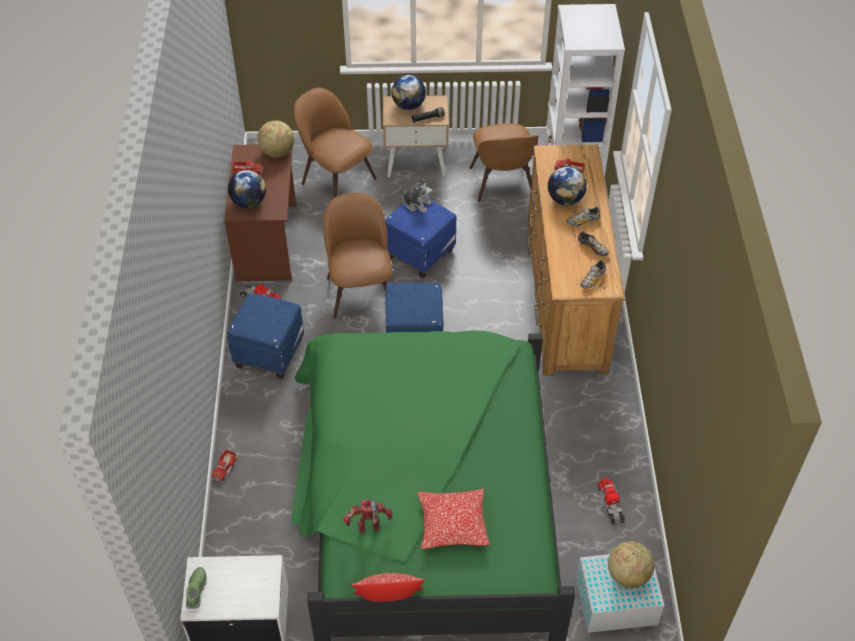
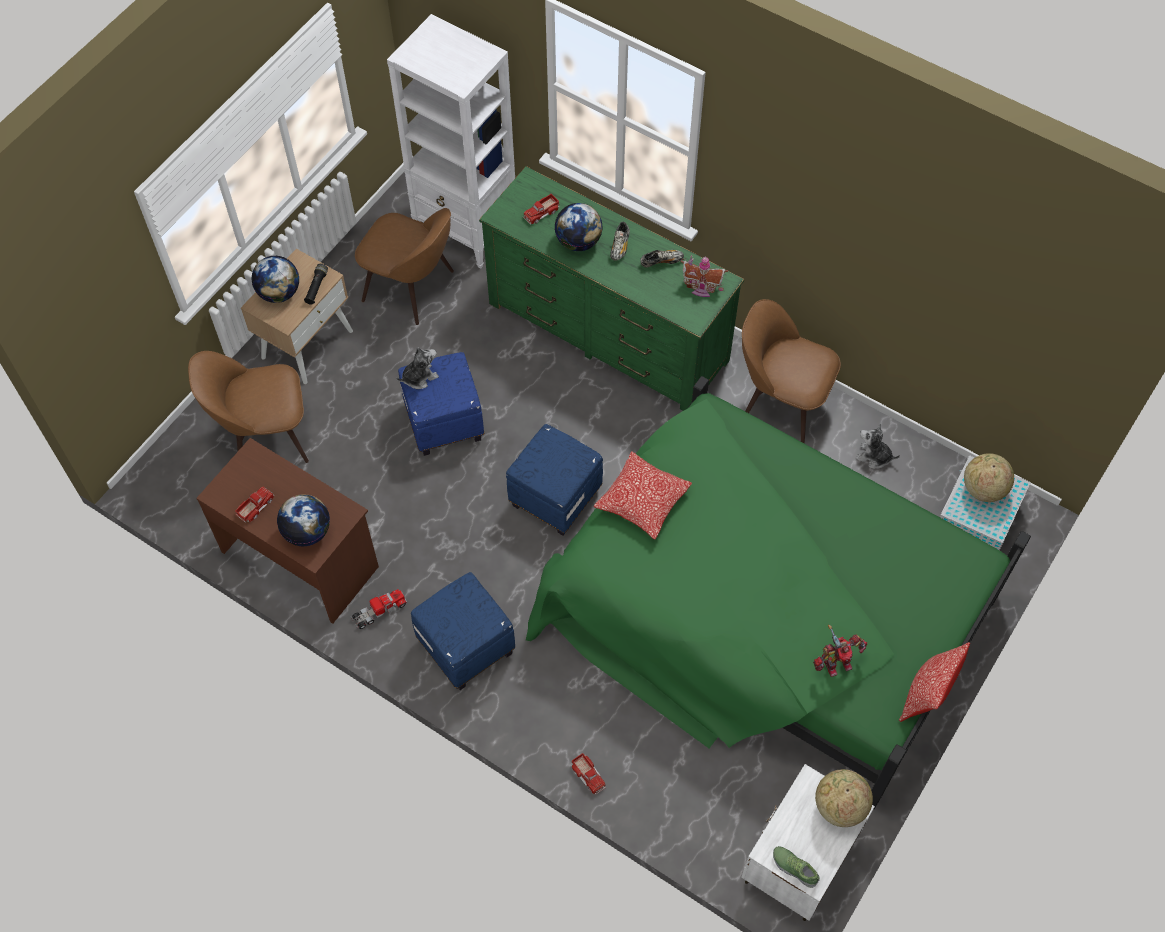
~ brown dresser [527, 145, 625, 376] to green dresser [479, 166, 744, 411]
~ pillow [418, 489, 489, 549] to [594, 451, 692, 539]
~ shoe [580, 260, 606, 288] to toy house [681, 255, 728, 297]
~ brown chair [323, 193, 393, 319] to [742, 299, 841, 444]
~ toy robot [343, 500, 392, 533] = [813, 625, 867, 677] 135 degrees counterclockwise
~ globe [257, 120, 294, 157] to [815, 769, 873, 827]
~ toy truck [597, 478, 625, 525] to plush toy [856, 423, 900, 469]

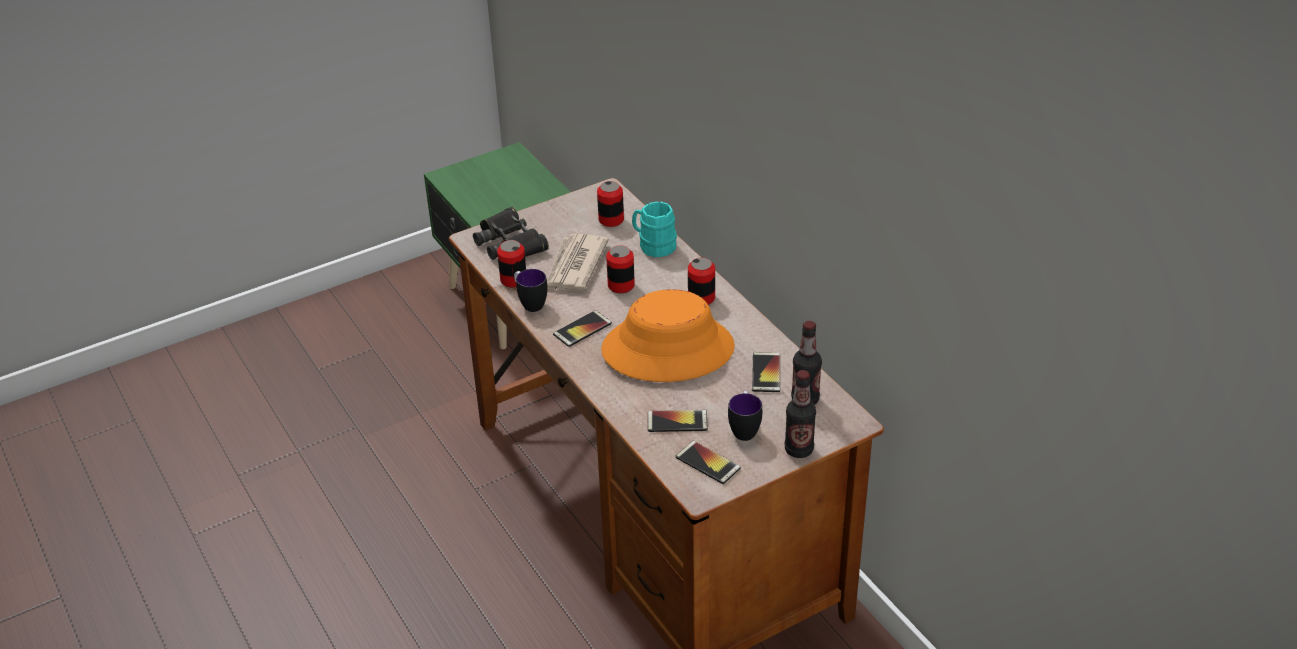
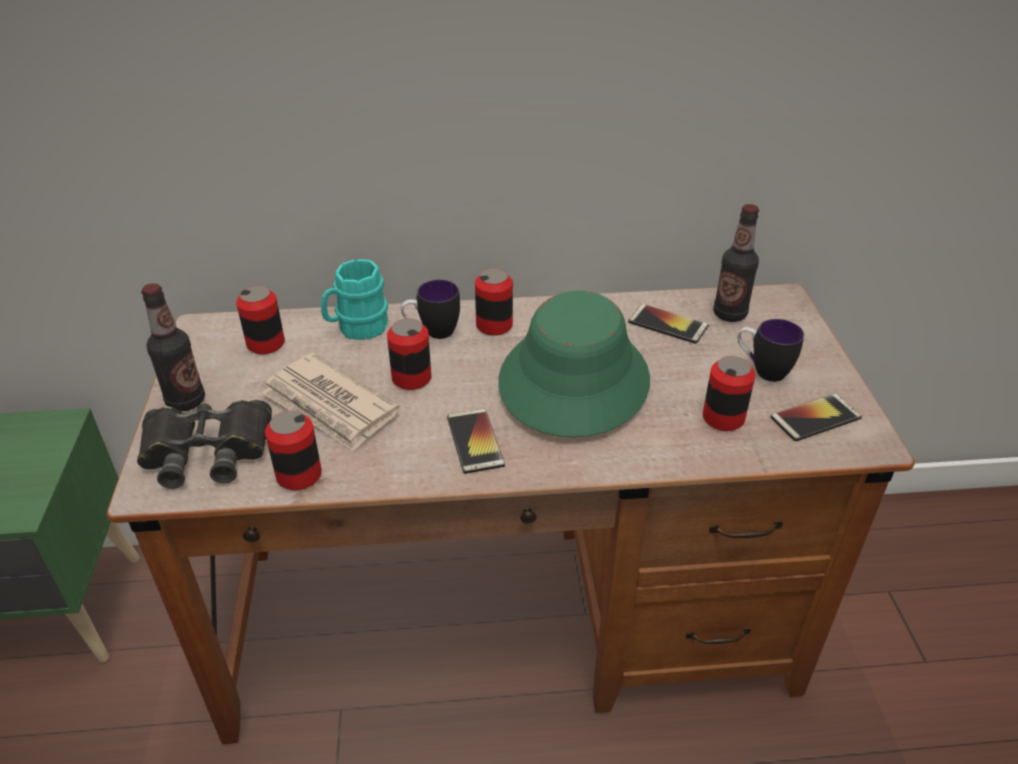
~ bottle [785, 370, 816, 458] to [141, 283, 205, 412]
~ mug [514, 269, 547, 312] to [401, 280, 460, 339]
~ orange hat [601, 289, 735, 382] to green hat [498, 290, 650, 437]
~ phone [648, 410, 708, 432] to can [703, 356, 755, 431]

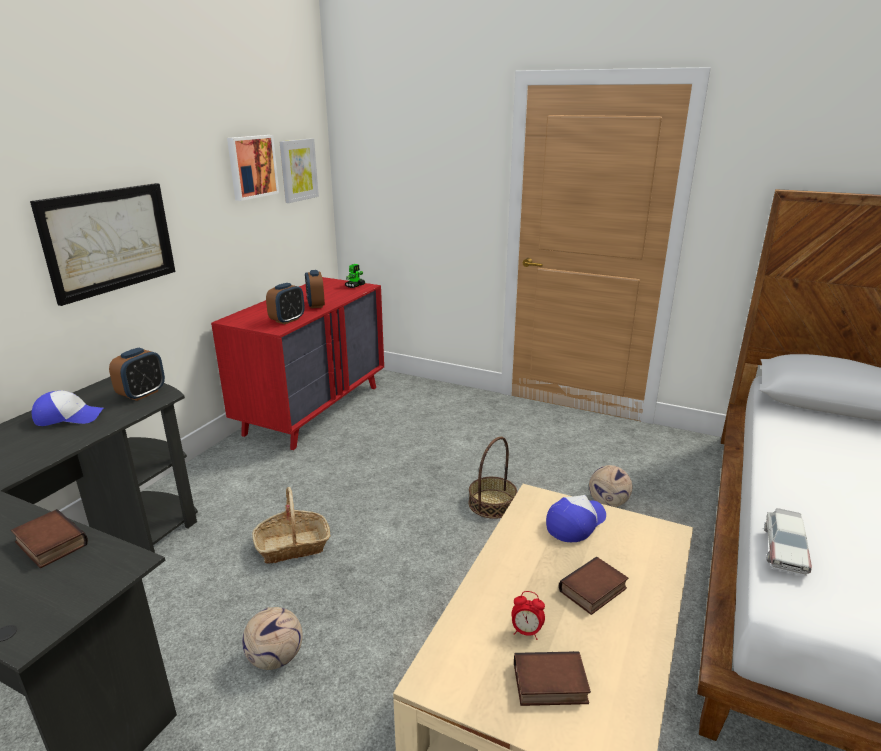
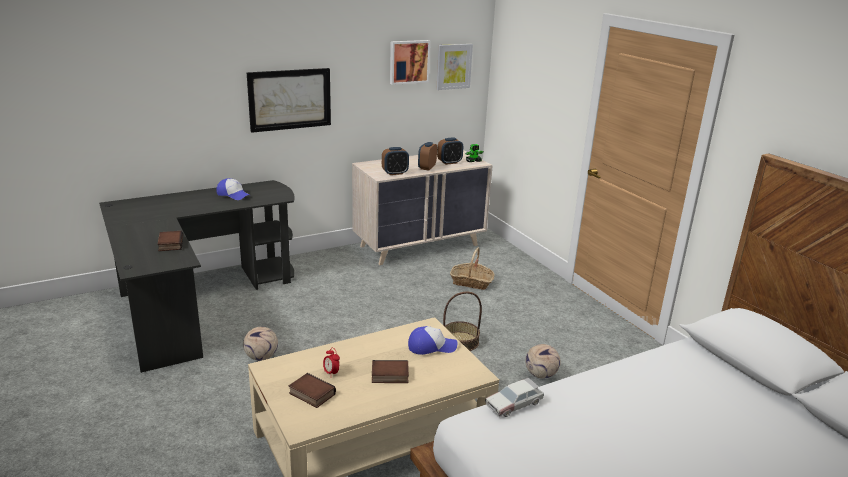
~ red dresser [211, 277, 384, 450] to beige dresser [352, 150, 493, 265]
~ alarm clock [109, 348, 165, 401] to [437, 138, 463, 165]
~ basket [252, 487, 331, 564] to [450, 247, 495, 290]

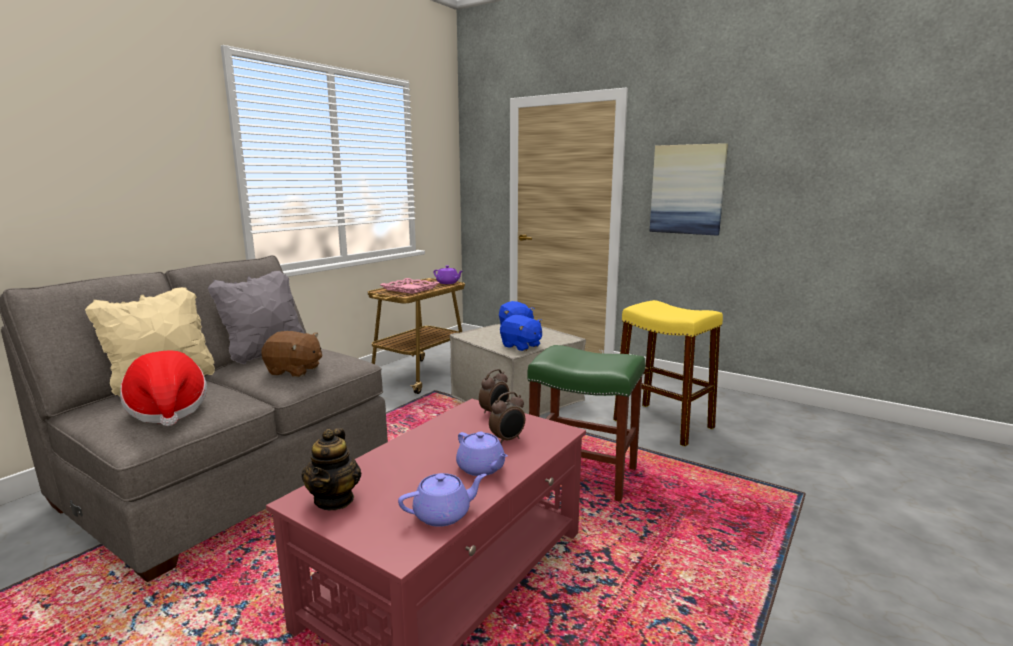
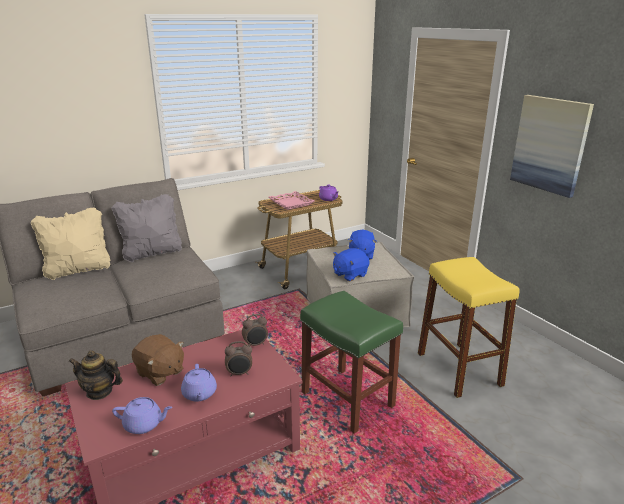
~ teapot [301, 428, 361, 510] = [69, 350, 123, 400] 75 degrees clockwise
~ brown plush toy [261, 331, 322, 377] to [132, 334, 184, 386]
~ blue plush toy [500, 315, 542, 351] = [333, 248, 370, 281] 75 degrees clockwise
- hat [120, 350, 207, 426]

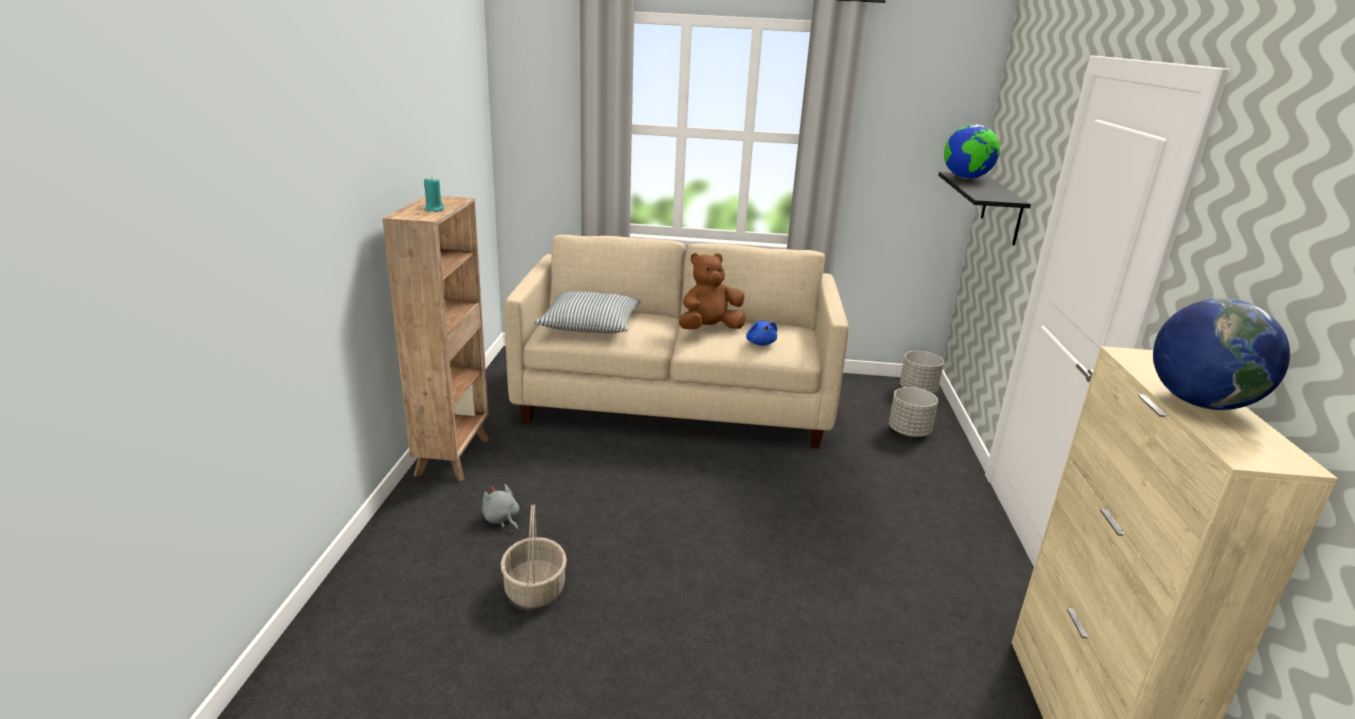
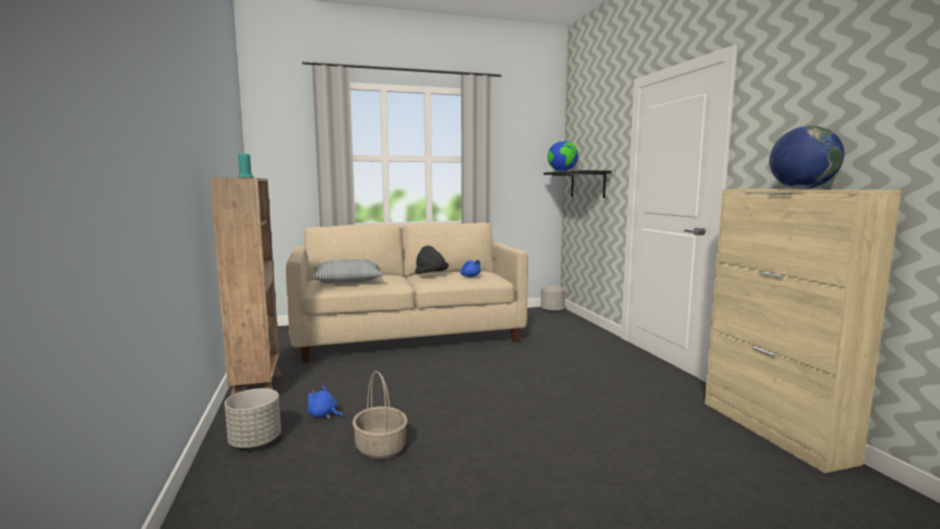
~ grey planter [889, 387, 938, 437] to [224, 388, 281, 448]
~ grey plush toy [482, 484, 519, 531] to blue plush toy [307, 386, 343, 419]
~ brown plush toy [679, 253, 746, 329] to black hat [415, 246, 449, 274]

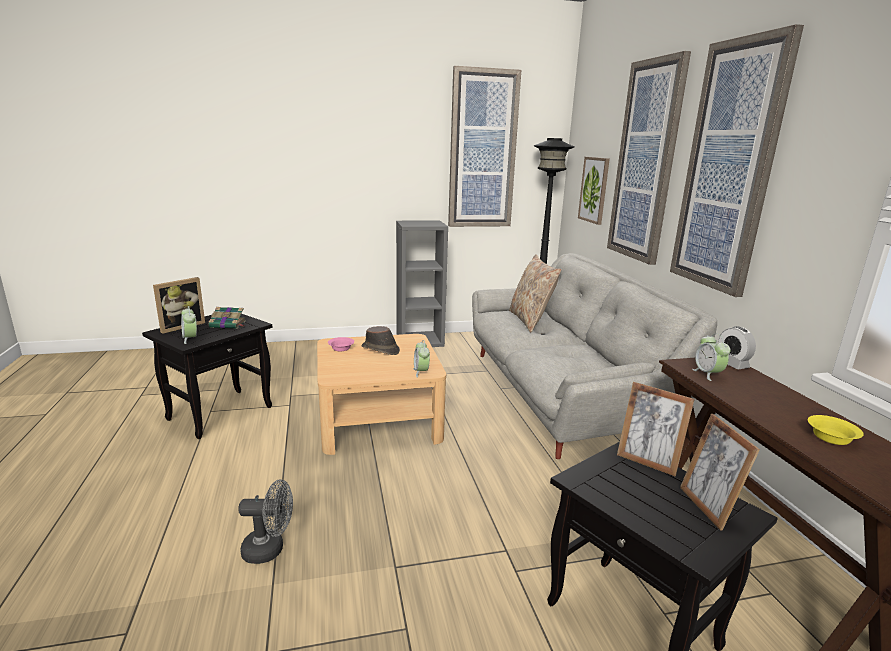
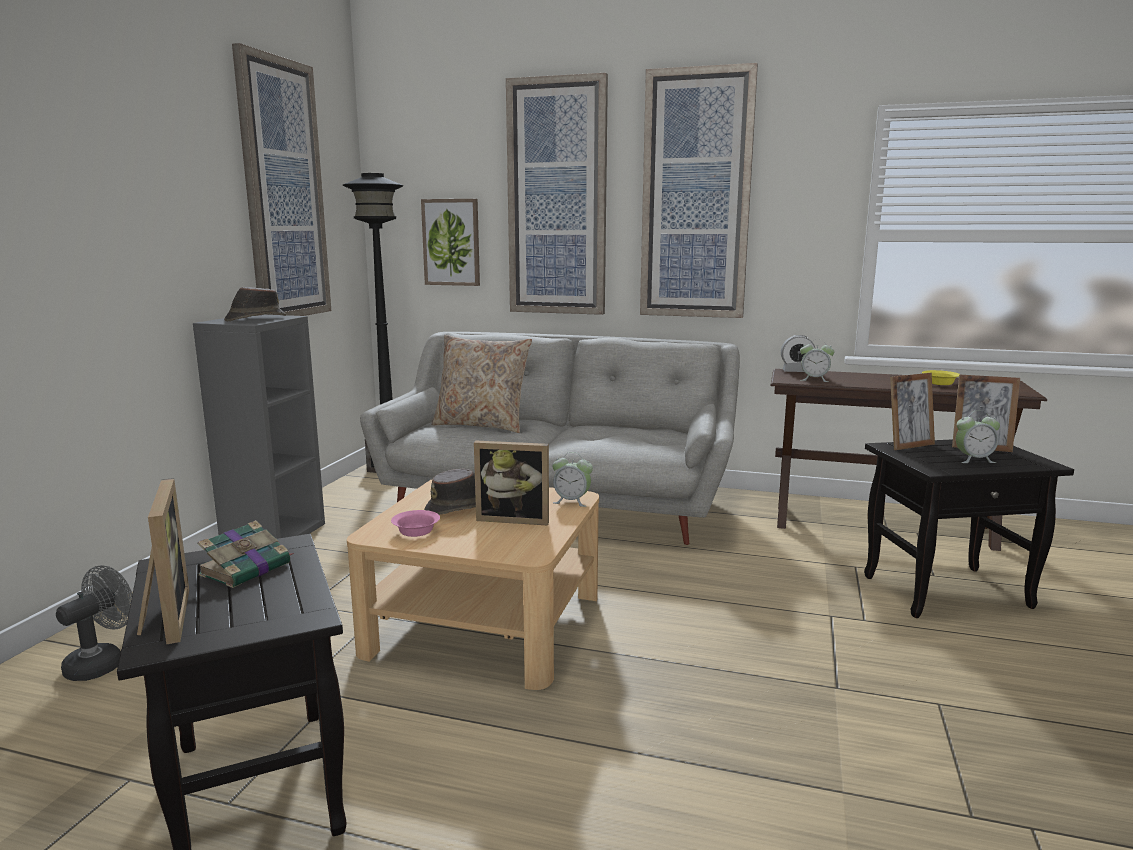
~ grey fan [238, 479, 293, 564] to [56, 565, 132, 681]
+ brown hat [224, 287, 286, 321]
+ picture frame [474, 441, 549, 526]
~ alarm clock [181, 306, 197, 344] to [956, 410, 1000, 463]

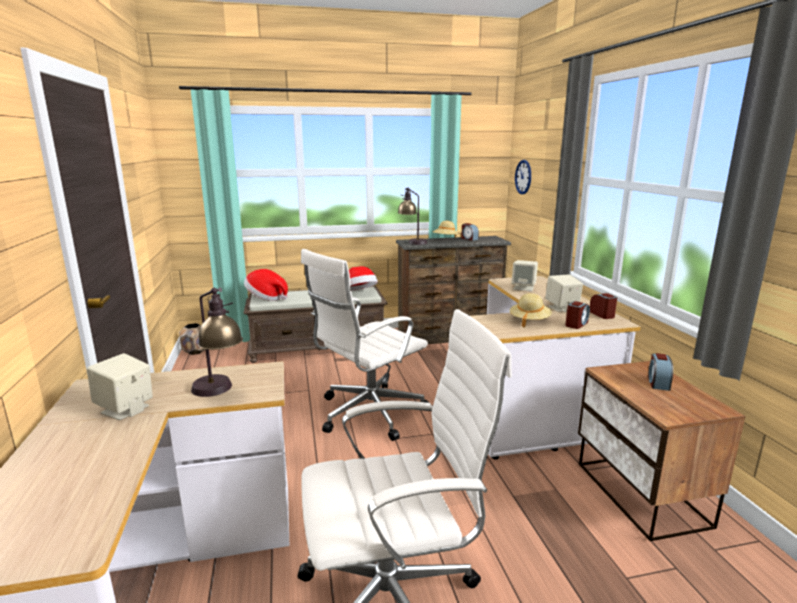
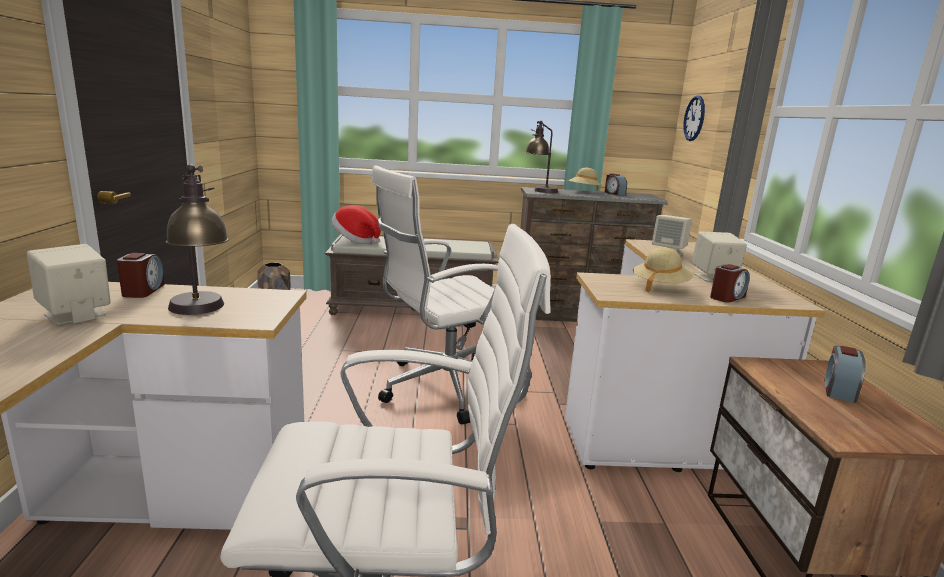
~ alarm clock [590, 293, 617, 319] to [117, 253, 165, 298]
- hat [349, 266, 378, 291]

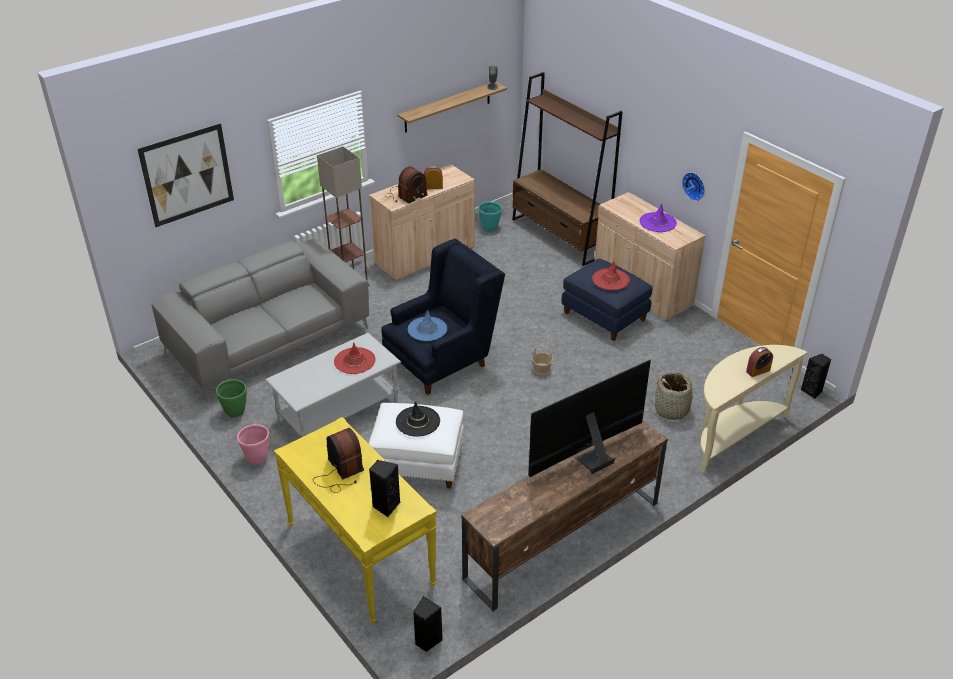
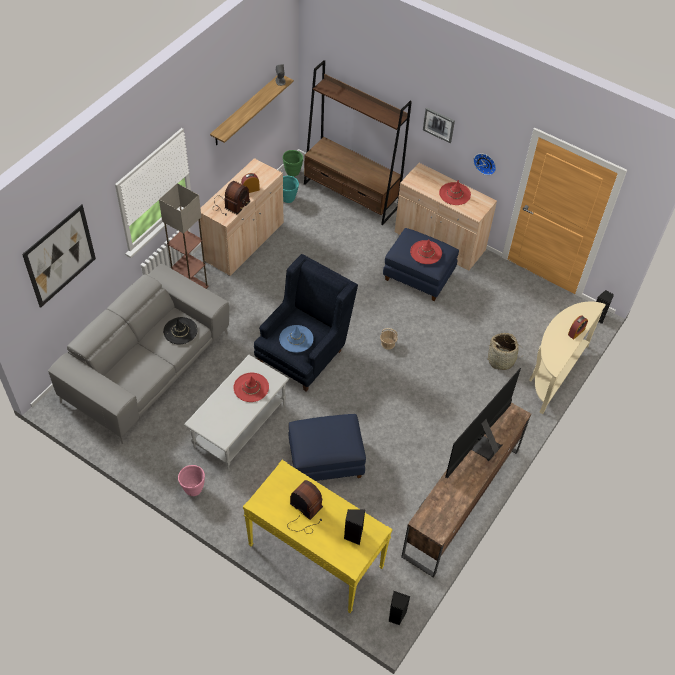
~ black hat [396, 402, 440, 437] to [163, 317, 198, 344]
~ green planter [216, 379, 247, 417] to [283, 150, 303, 177]
~ white ottoman [369, 403, 464, 488] to blue ottoman [289, 414, 366, 481]
+ picture [423, 108, 455, 143]
~ purple hat [640, 203, 677, 232] to red hat [439, 180, 471, 205]

